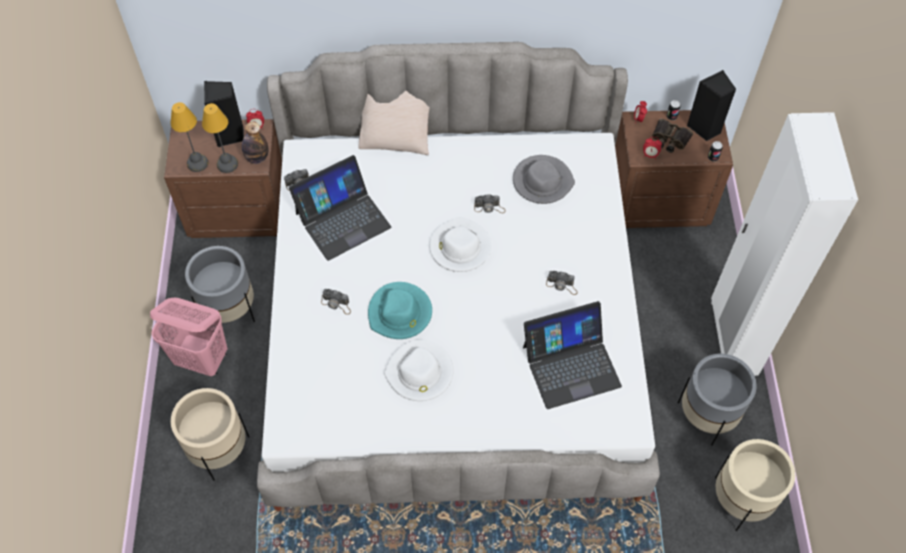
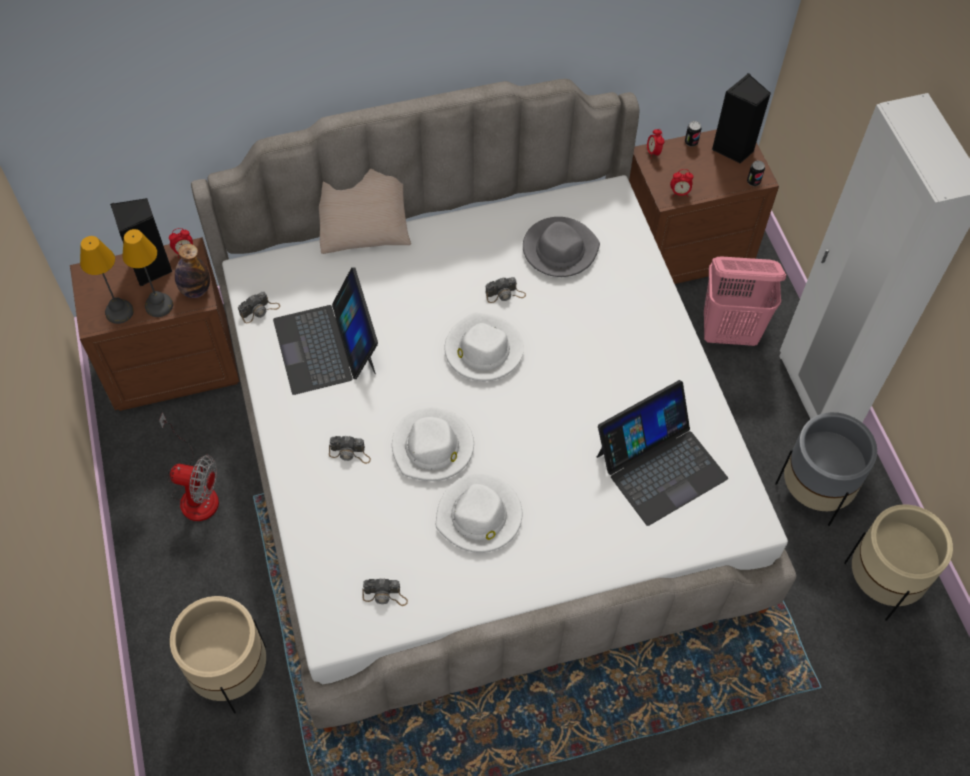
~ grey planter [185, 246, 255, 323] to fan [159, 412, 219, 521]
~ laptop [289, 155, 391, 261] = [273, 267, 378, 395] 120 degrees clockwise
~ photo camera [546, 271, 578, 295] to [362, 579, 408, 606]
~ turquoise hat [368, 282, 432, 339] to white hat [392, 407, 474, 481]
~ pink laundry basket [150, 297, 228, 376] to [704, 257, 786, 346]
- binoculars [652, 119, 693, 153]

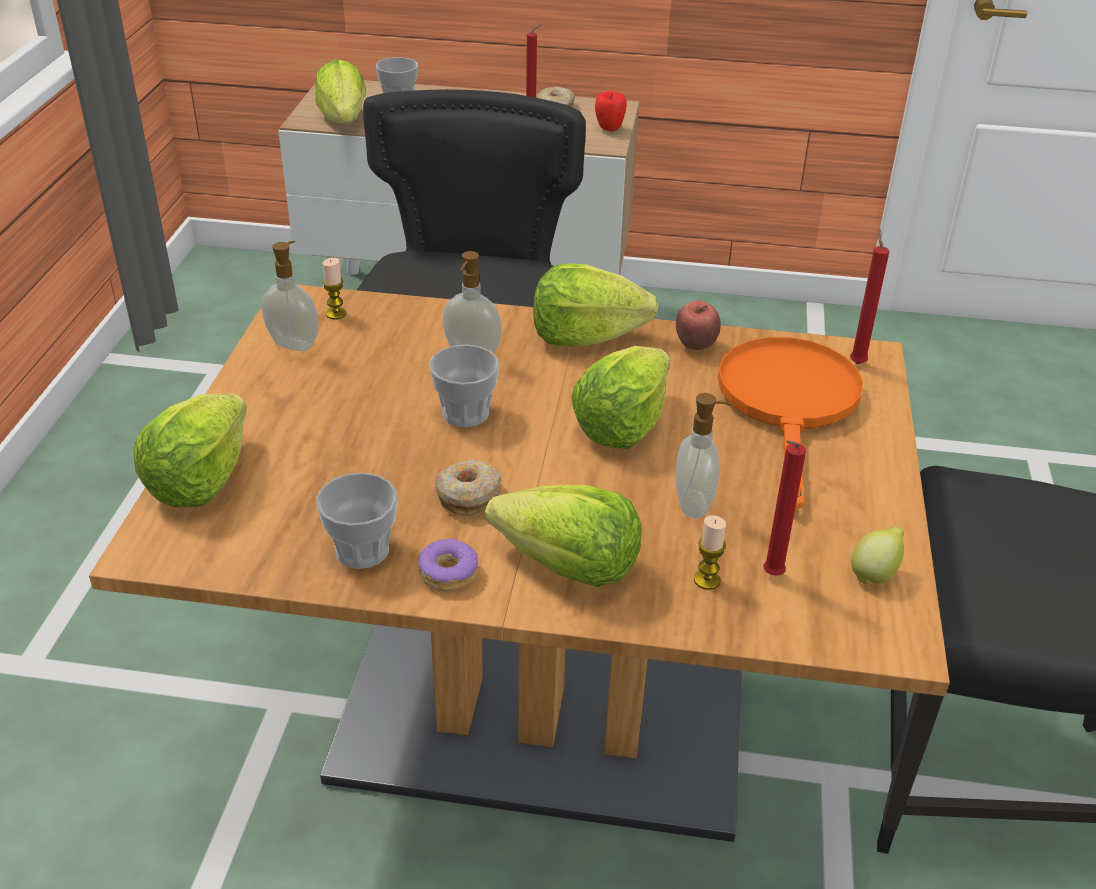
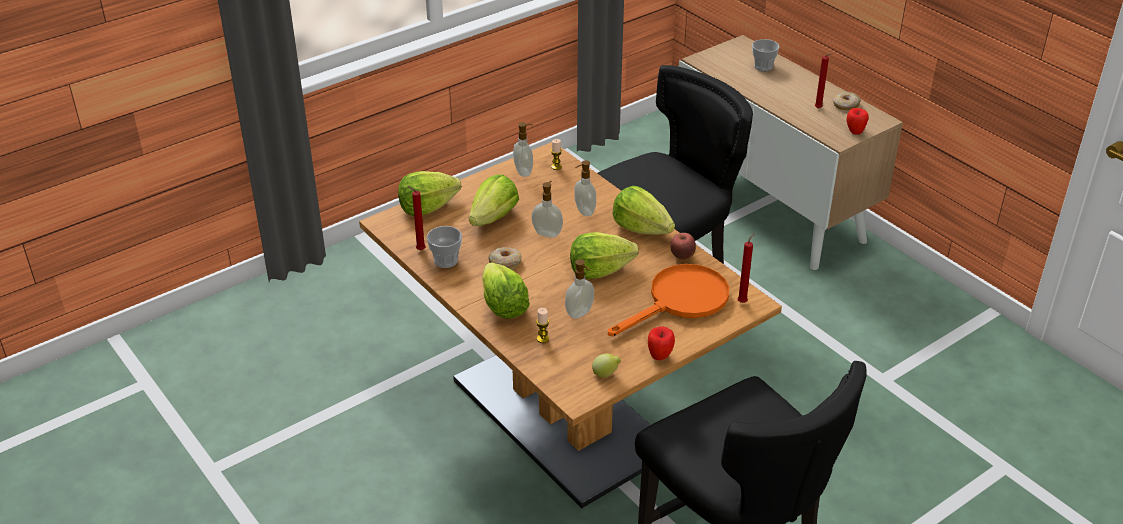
~ red candle [763, 440, 806, 576] to [407, 186, 426, 250]
~ lettuce [315, 59, 366, 124] to [469, 174, 519, 226]
~ cup [429, 345, 499, 427] to soap dispenser [531, 181, 563, 238]
+ apple [648, 327, 675, 360]
- donut [418, 539, 478, 591]

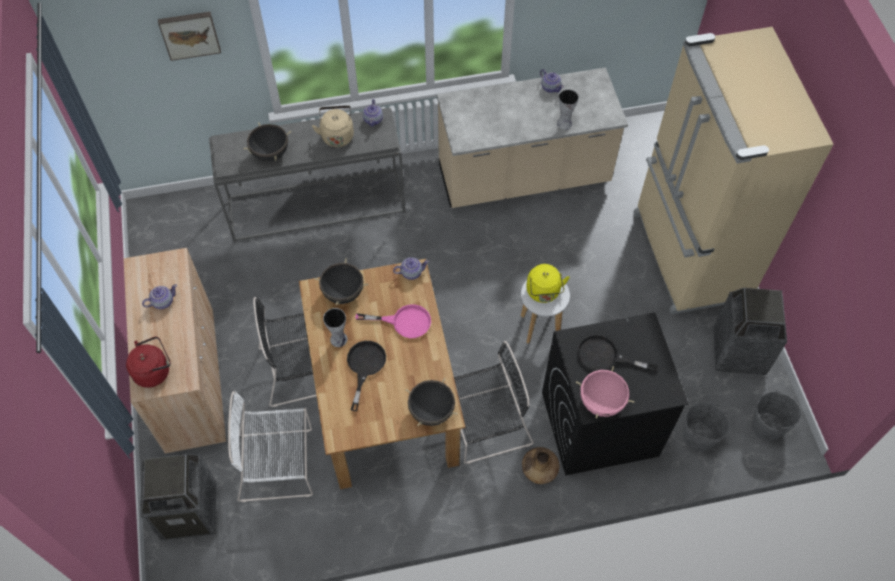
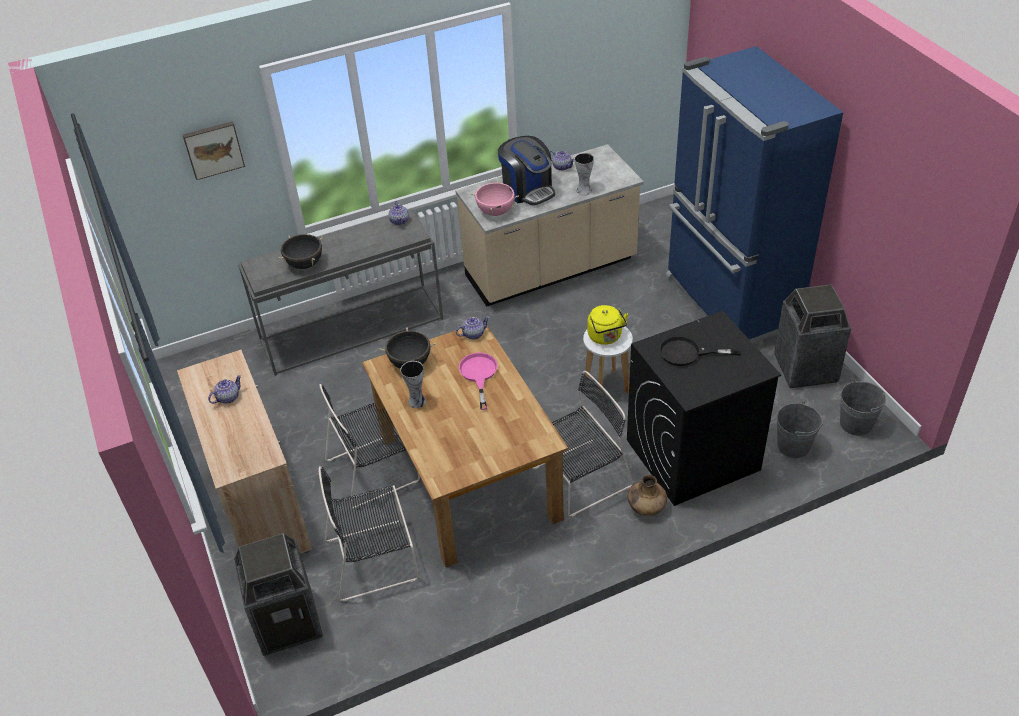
~ white chair [228, 391, 313, 502] to black chair [319, 466, 419, 602]
~ pink frying pan [356, 304, 431, 338] = [459, 353, 498, 410] 90 degrees counterclockwise
~ pink cooking pot [576, 366, 634, 418] to [470, 180, 519, 216]
+ coffee machine [498, 136, 555, 206]
~ beige fridge [633, 27, 834, 315] to blue fridge [666, 46, 843, 343]
- red kettle [126, 336, 171, 388]
- beige kettle [312, 105, 354, 147]
- black frying pan [347, 341, 386, 411]
- black cooking pot [405, 378, 458, 426]

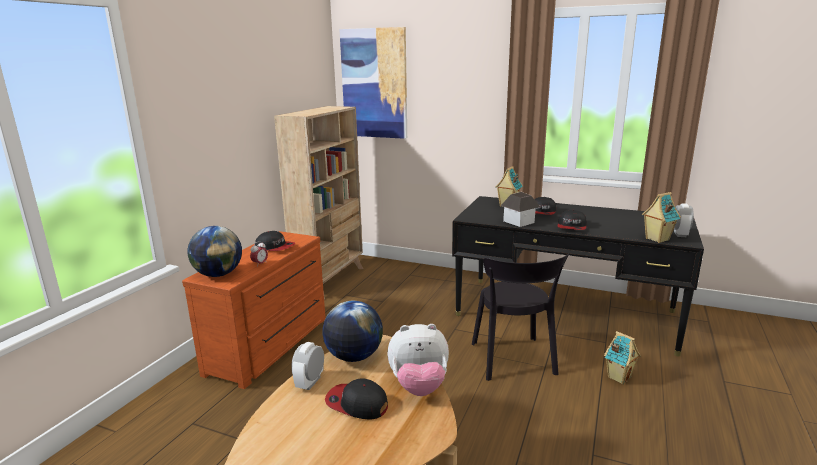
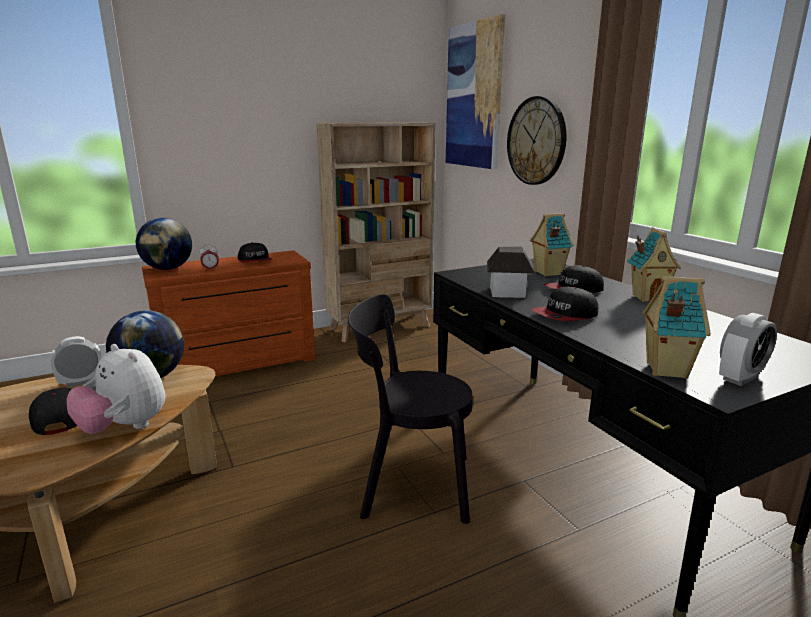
~ black chair [472, 253, 569, 381] = [348, 294, 473, 524] 60 degrees clockwise
+ wall clock [507, 96, 566, 185]
~ toy house [604, 331, 641, 384] to [627, 227, 681, 302]

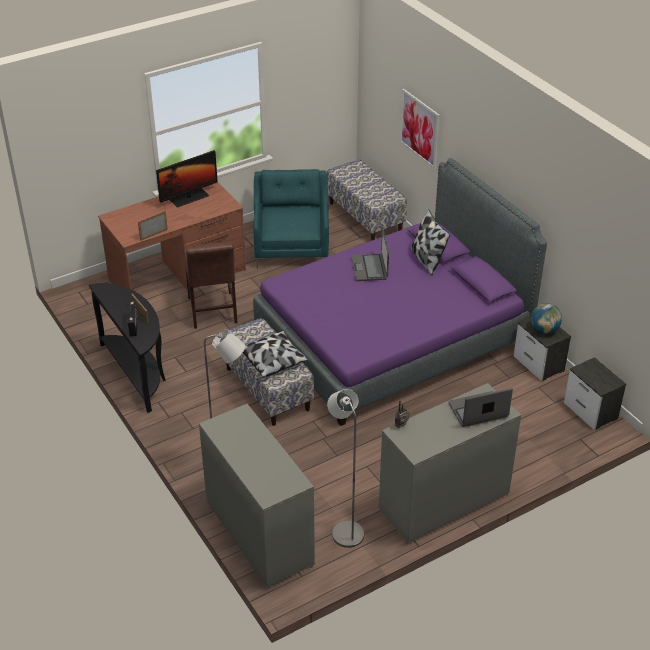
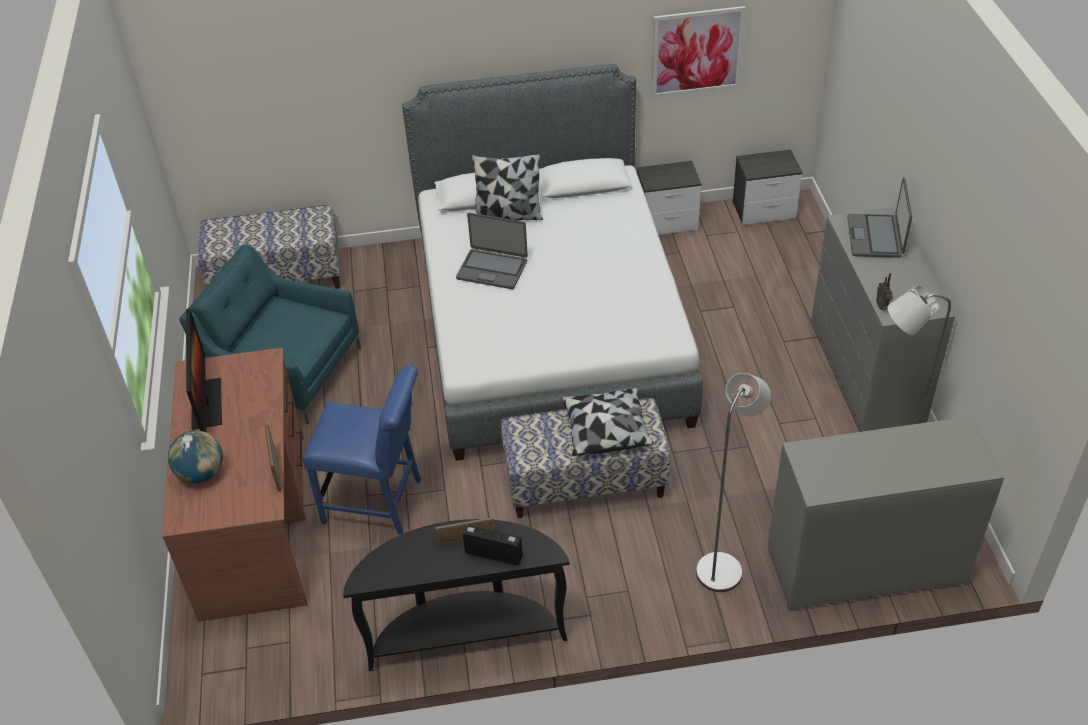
~ globe [531, 303, 562, 334] to [168, 430, 223, 483]
~ brown chair [183, 242, 238, 329] to blue chair [303, 366, 421, 535]
~ purple bed [253, 158, 547, 426] to white bed [402, 64, 703, 461]
~ picture [400, 89, 440, 169] to [652, 6, 746, 97]

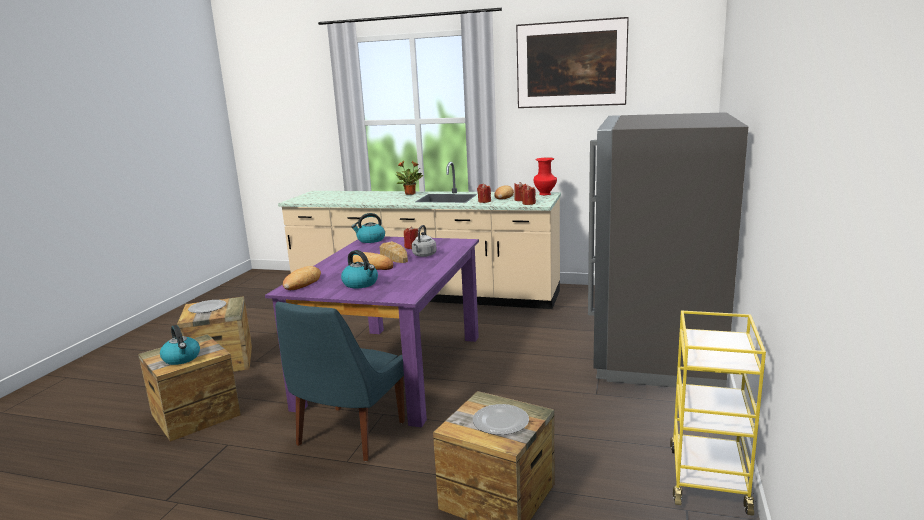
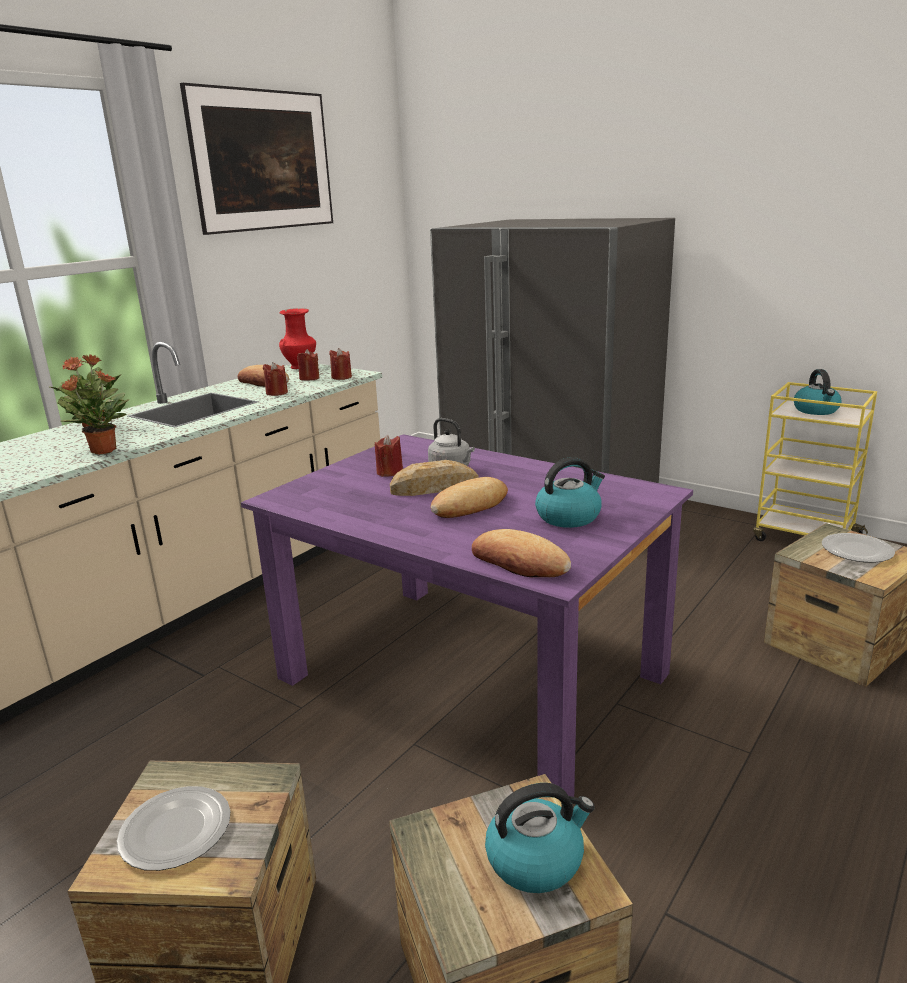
+ potted plant [57, 370, 130, 455]
~ kettle [351, 213, 385, 243] to [794, 369, 841, 415]
- blue chair [275, 302, 405, 461]

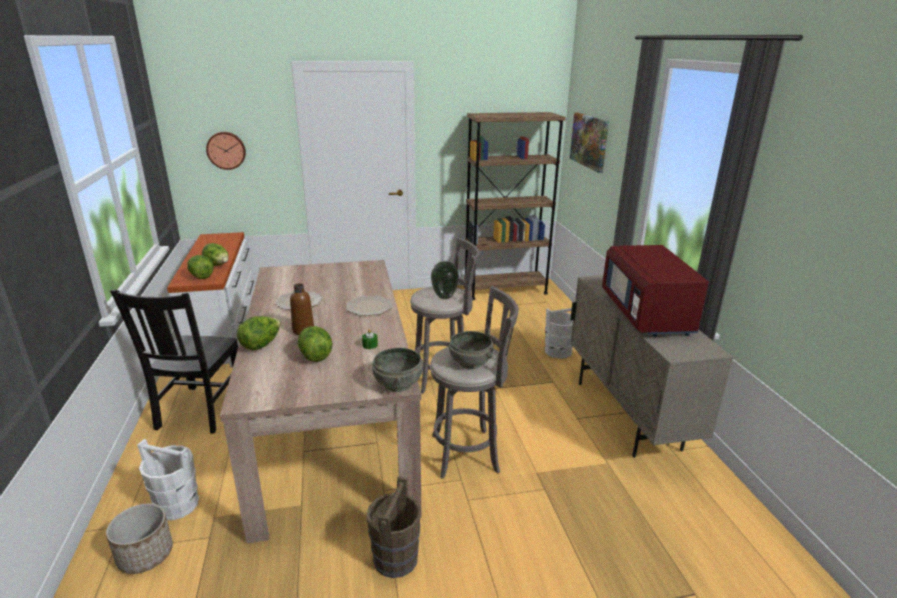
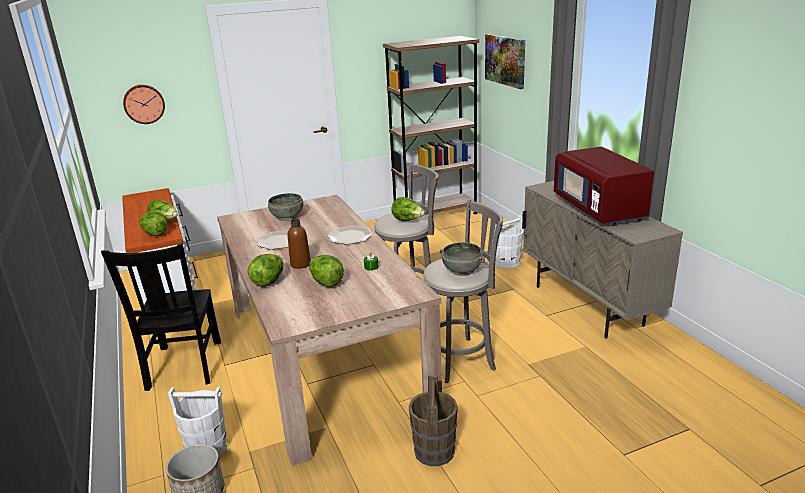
~ grey bowl [372, 348, 423, 392] to [268, 193, 303, 221]
~ vase [431, 262, 459, 299] to lettuce [391, 197, 425, 221]

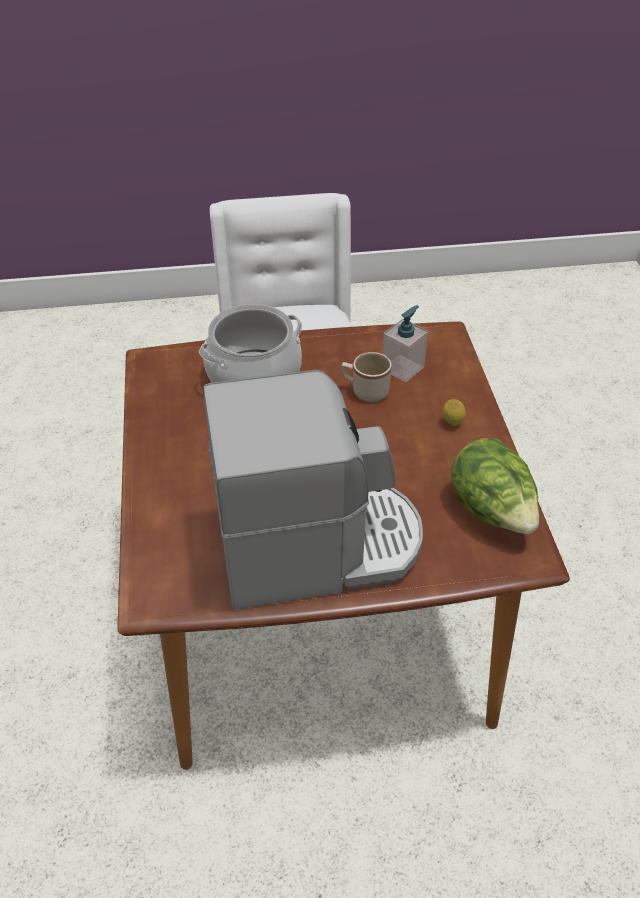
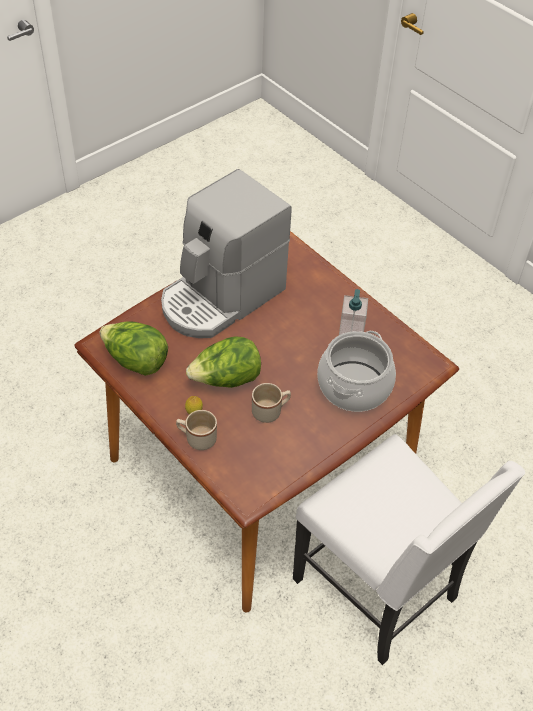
+ beige mug [176, 410, 217, 450]
+ lettuce [186, 336, 261, 388]
~ soap dispenser [382, 305, 428, 382] to [339, 289, 368, 335]

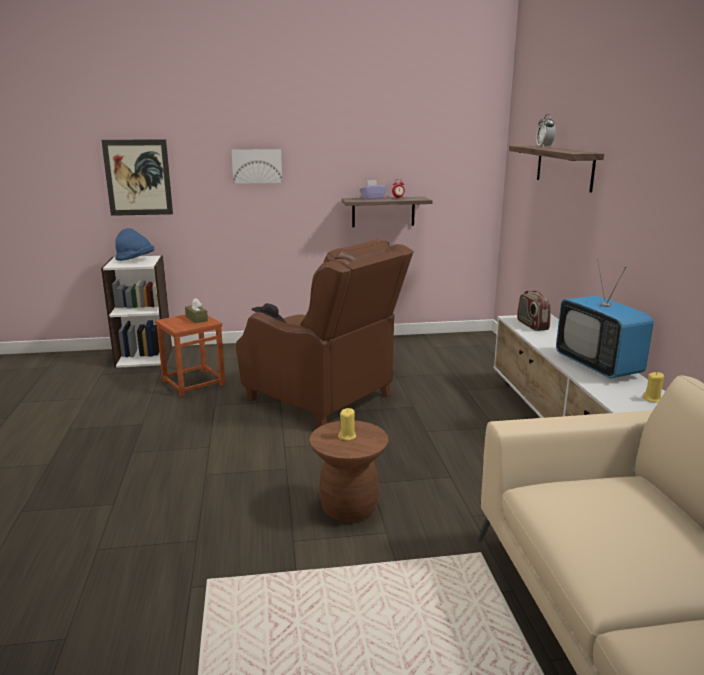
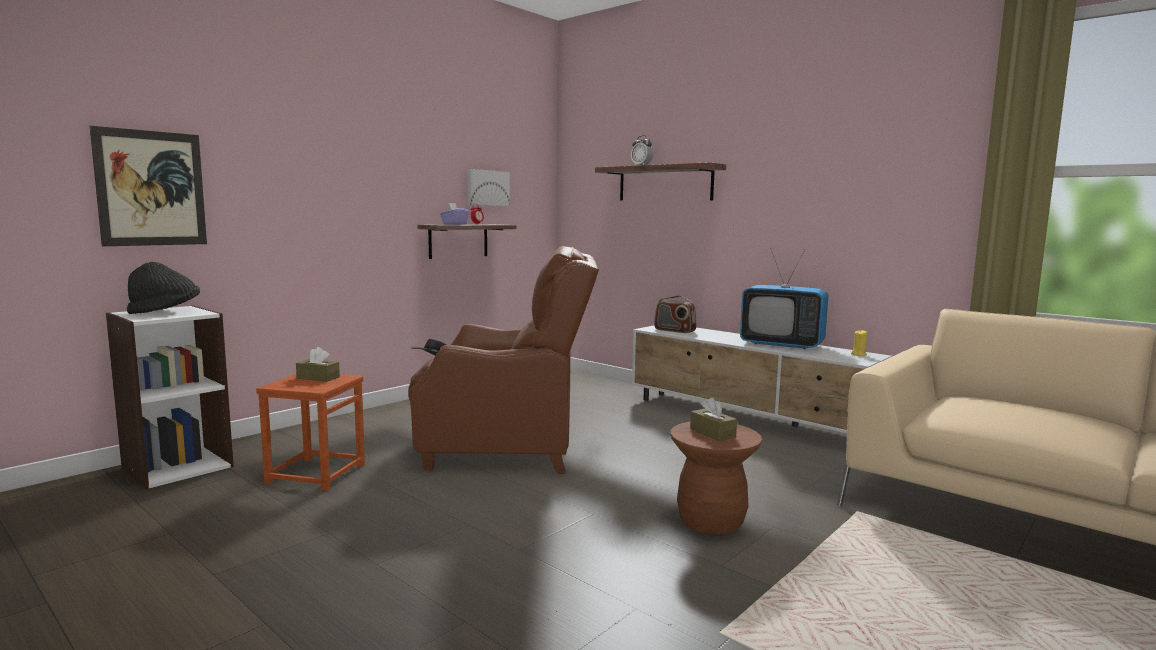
~ blue hat [115, 228, 154, 261] to black hat [127, 262, 200, 314]
~ picture [232, 149, 282, 183] to [467, 169, 510, 206]
~ yellow candle [338, 408, 356, 441] to brown tissue box [690, 397, 737, 441]

